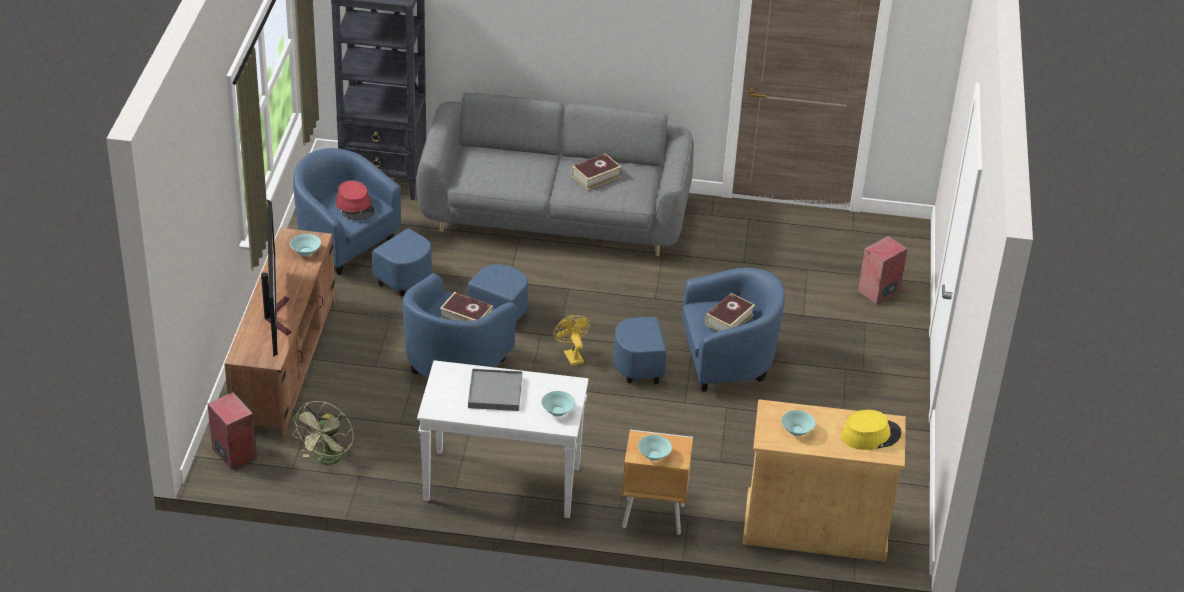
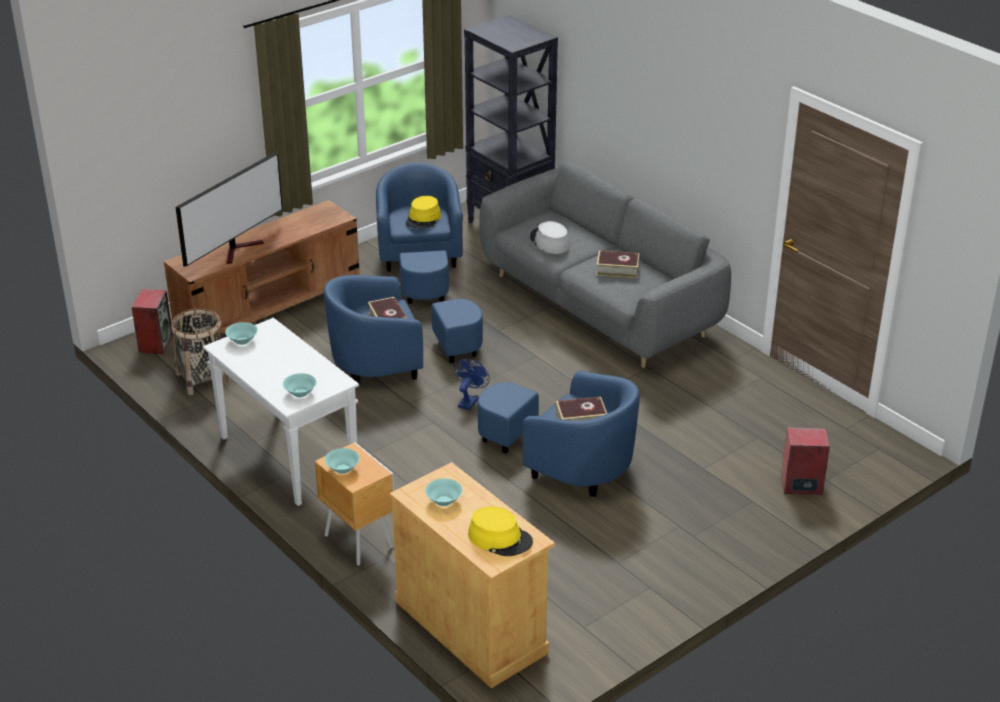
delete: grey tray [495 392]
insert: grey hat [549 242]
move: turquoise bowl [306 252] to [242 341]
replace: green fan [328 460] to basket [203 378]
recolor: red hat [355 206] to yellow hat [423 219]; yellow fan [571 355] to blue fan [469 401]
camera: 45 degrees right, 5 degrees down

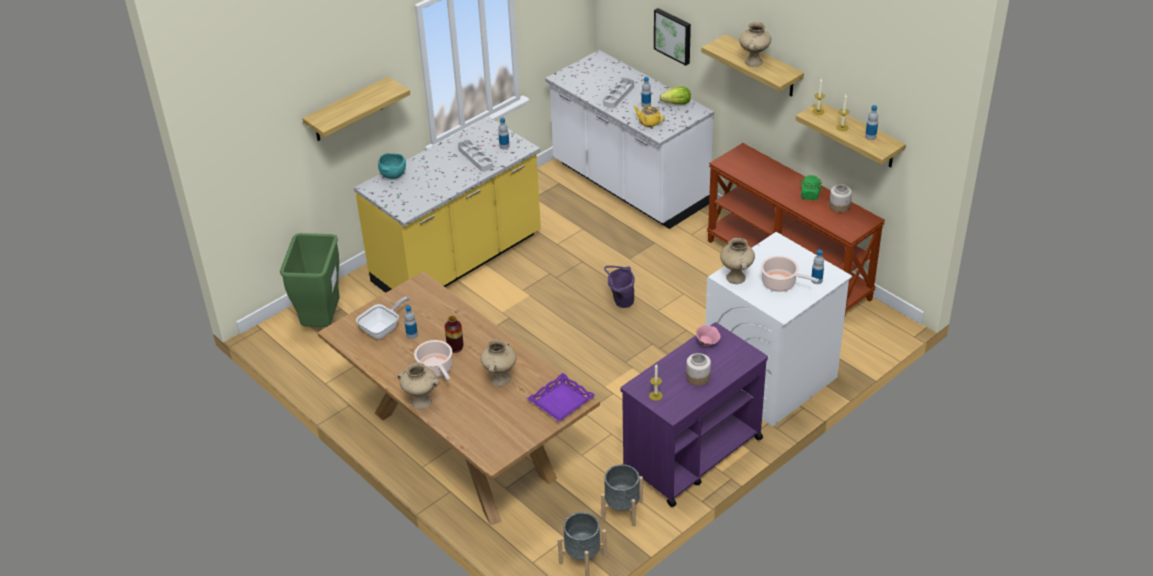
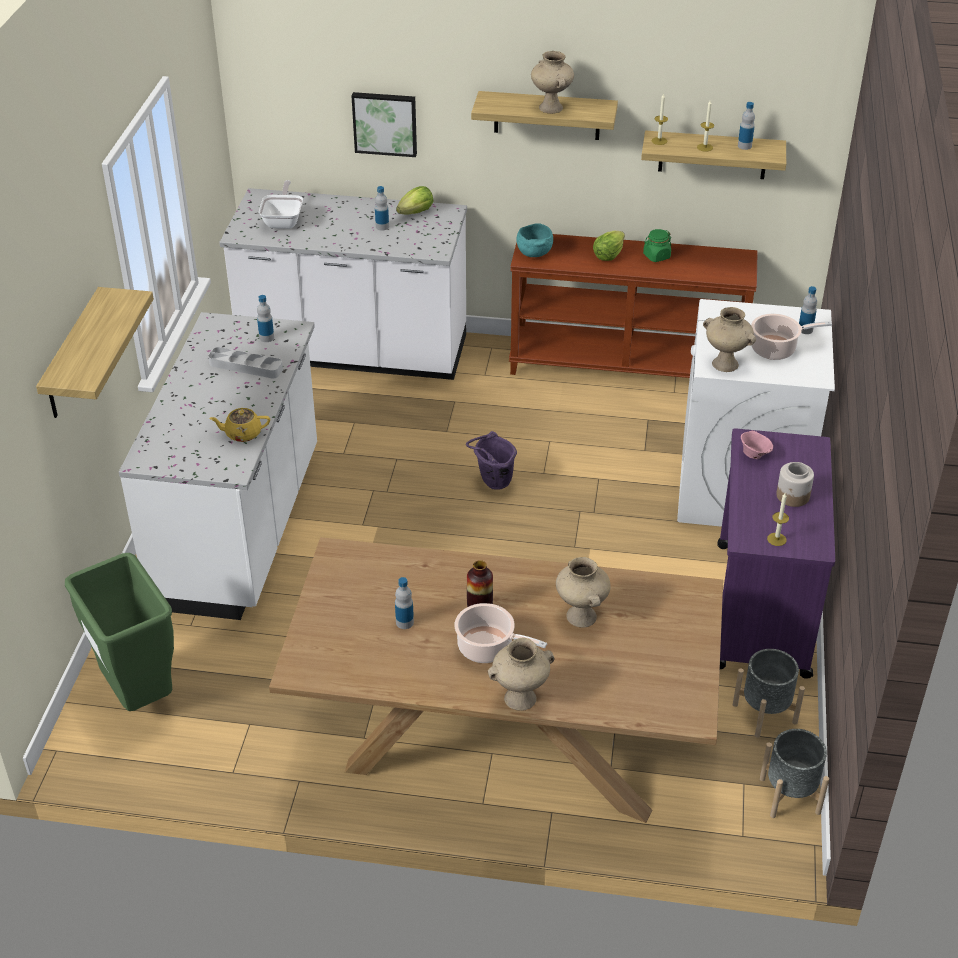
delete: purple tray [561 401]; grey tray [619 95]; jar [839 206]
insert: lettuce [608 255]
move: yellow teapot [649 122] to [242 434]; frying pan [383 329] to [284 220]; turquoise bowl [393 175] to [534 253]
recolor: yellow counter [458 261] to white counter [241 529]
camera: 40 degrees left, 0 degrees up

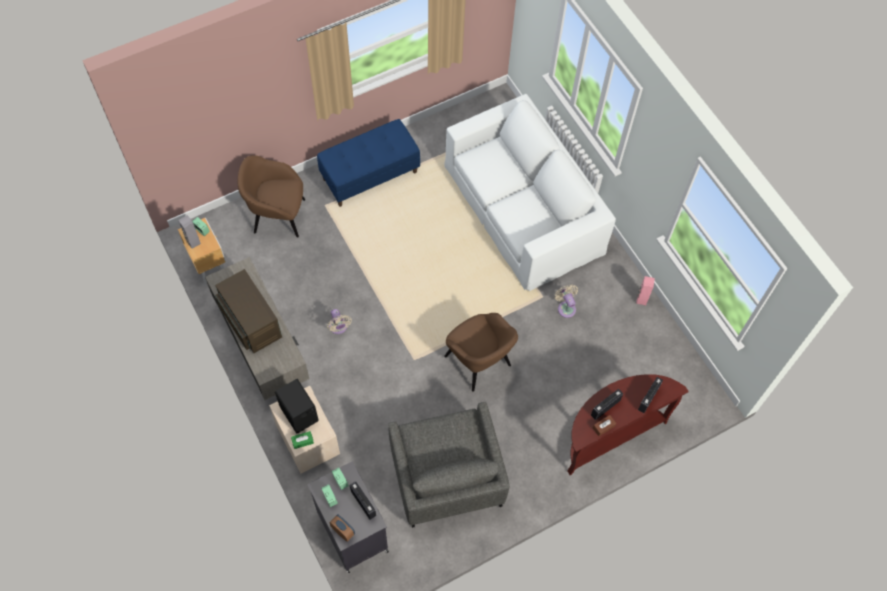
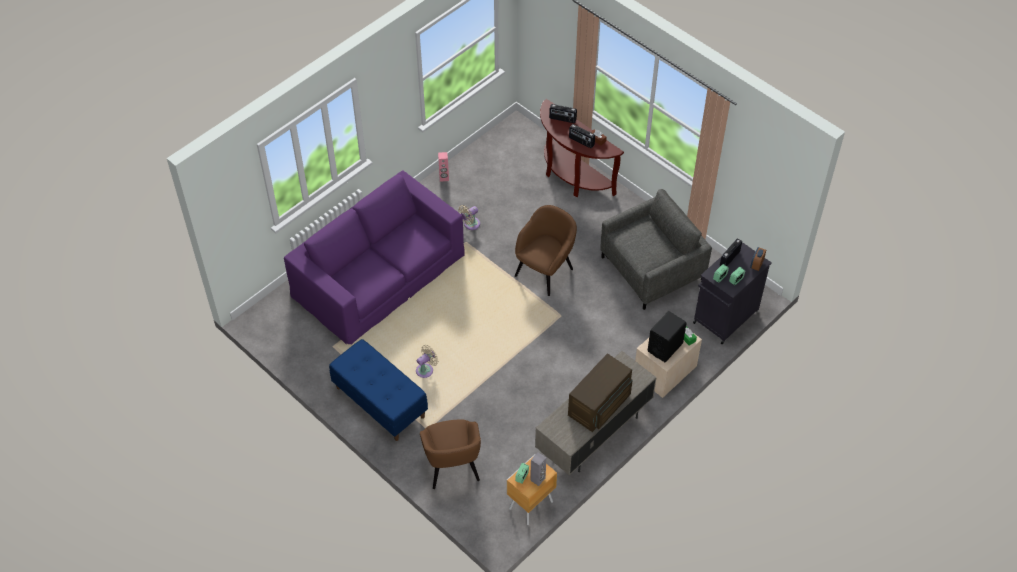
move: beige fan [338 328] to [426 369]
recolor: white sofa [524 208] to purple sofa [378 274]
camera: 105 degrees left, 10 degrees down

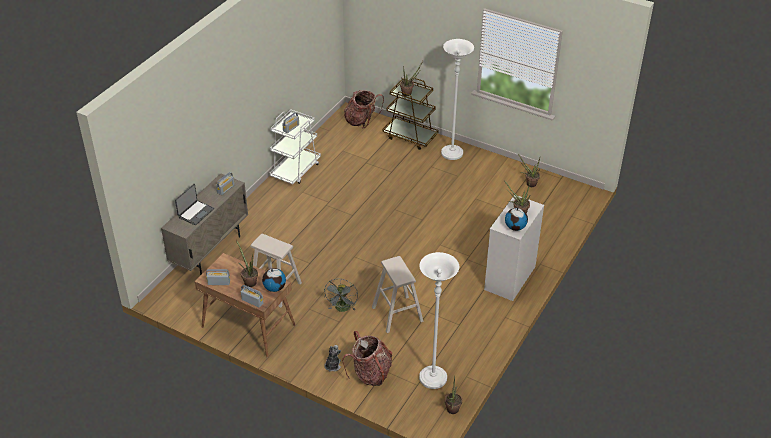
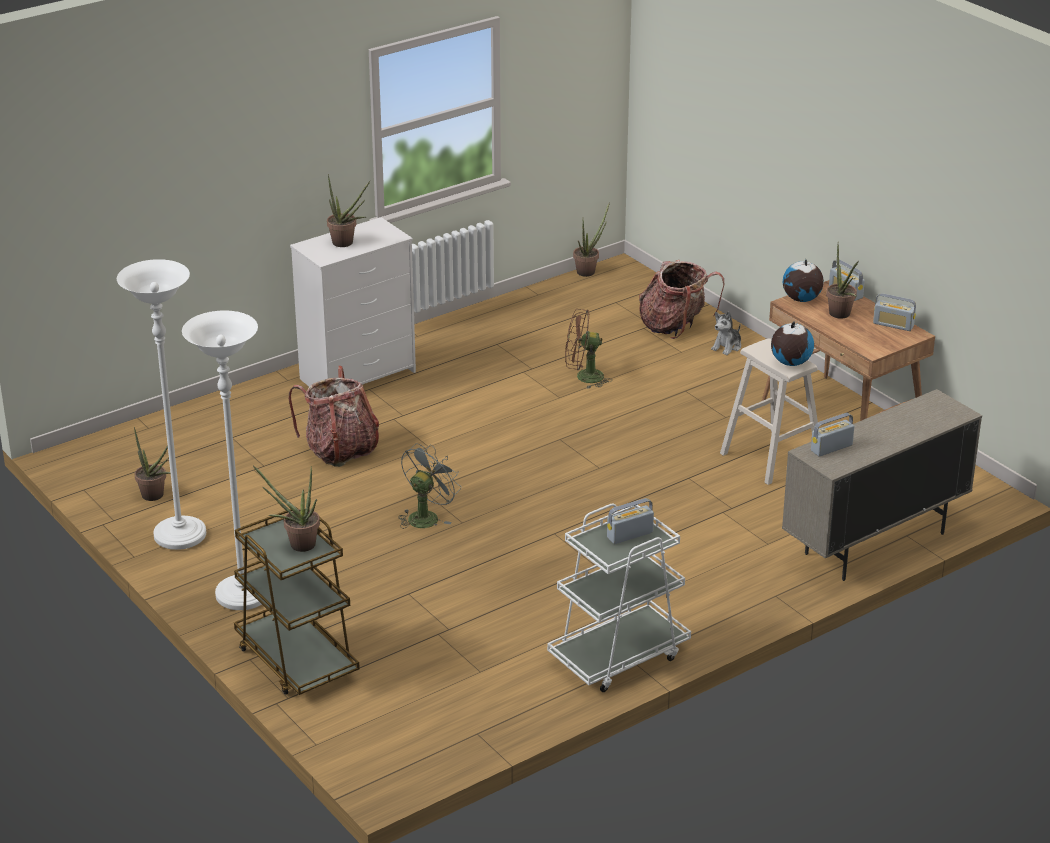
delete: laptop [195 213]
move: white floor lamp [433 378] to [180 536]; backpack [362 121] to [340 450]; grey fan [342 309] to [426 516]; globe [515 227] to [790 363]
replace: beige stool [397 314] to brown fan [583 377]
camera: 155 degrees left, 10 degrees down

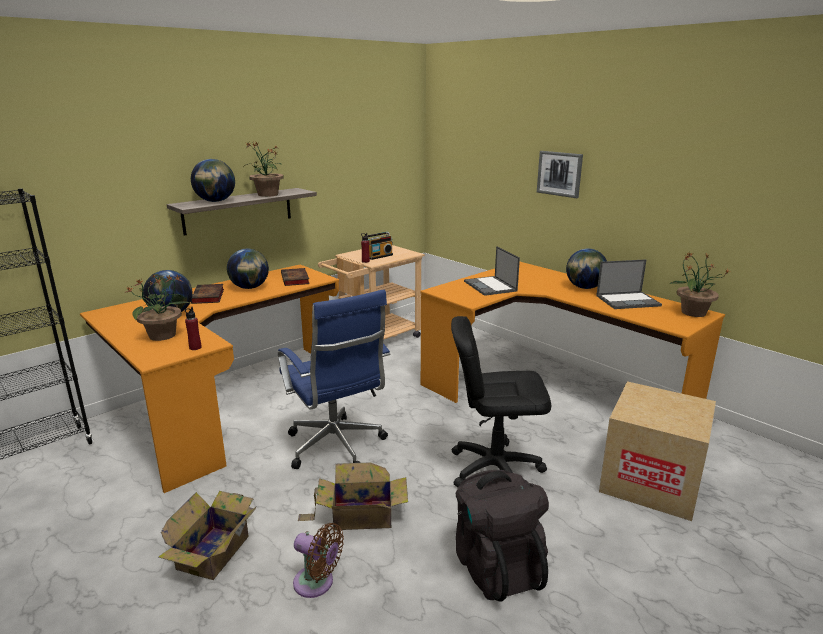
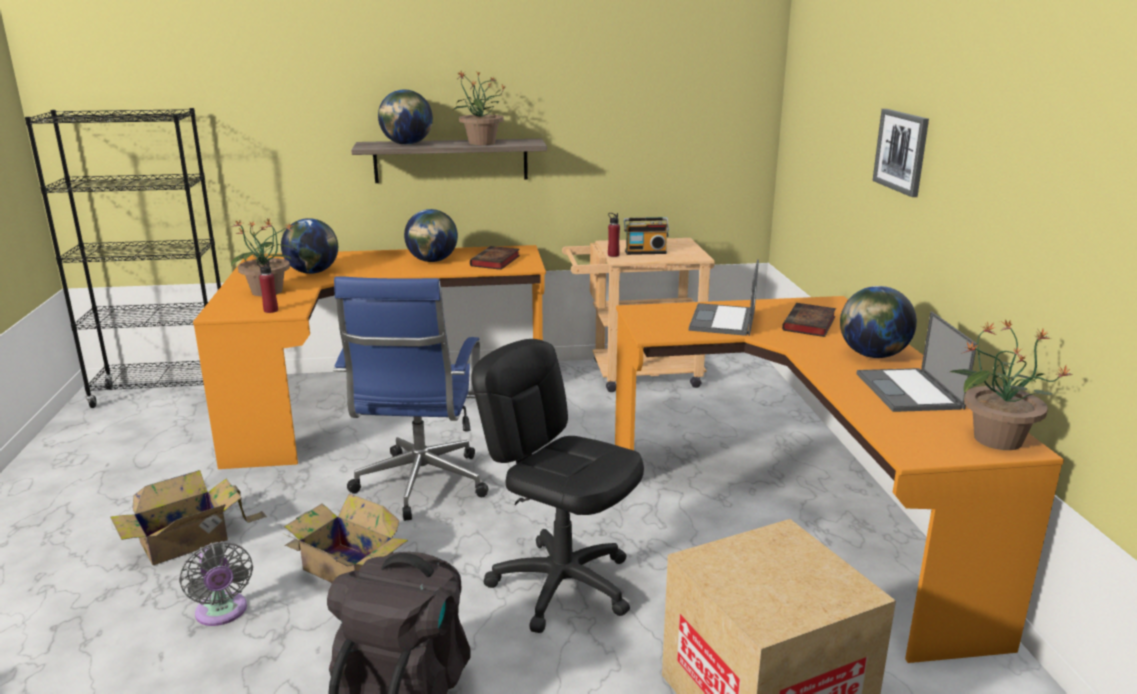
move: book [208 297] to [809 324]
recolor: brown fan [317 583] to grey fan [222 613]
rotate: laptop [628 301] = [909 391] 60 degrees clockwise
camera: 35 degrees right, 0 degrees up

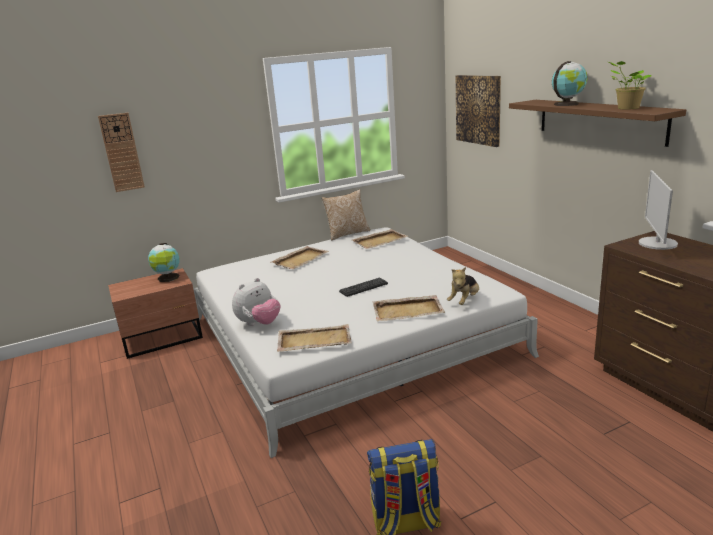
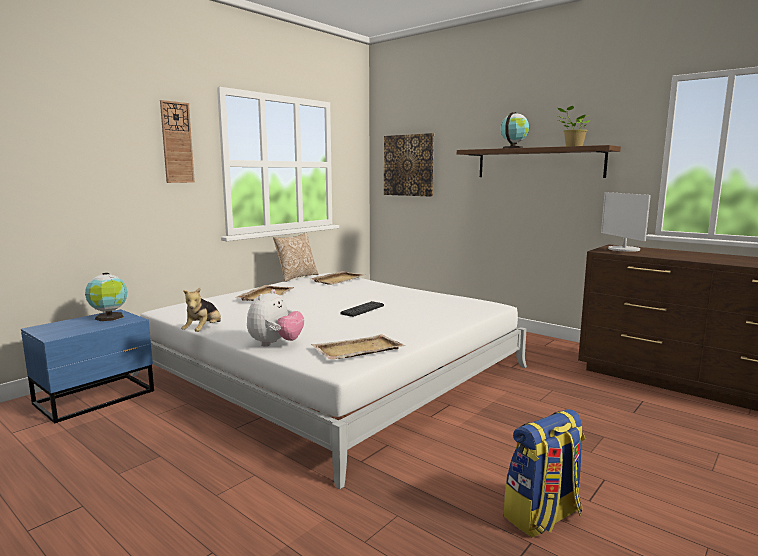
delete: beige tray [408 310]
move: wall clock [121 152] to [177 142]; plush toy [464 301] to [204 331]
recolor: brown nightstand [163 338] to blue nightstand [97 397]
camera: 25 degrees left, 10 degrees down

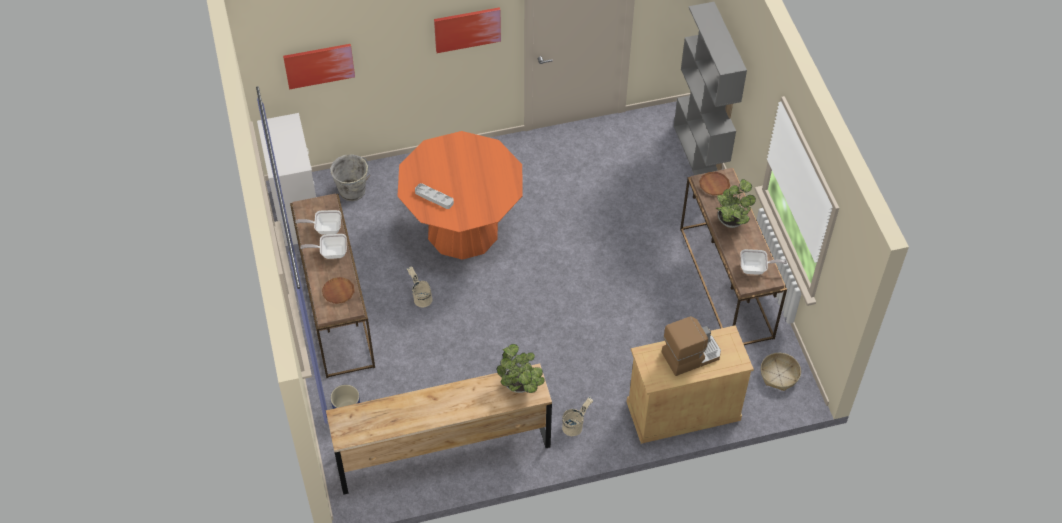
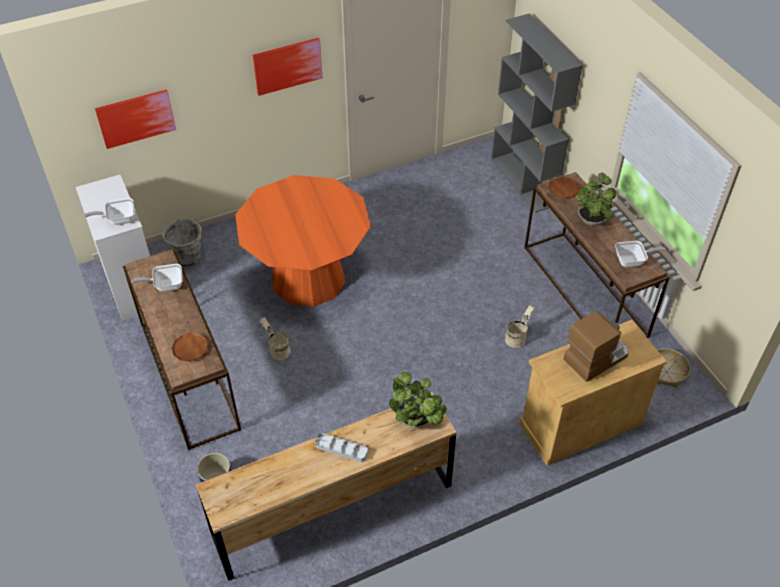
move: frying pan [330 252] to [118 219]; grey tray [434 197] to [341 449]; beige bucket [575 425] to [517 338]
camera: 10 degrees left, 5 degrees down

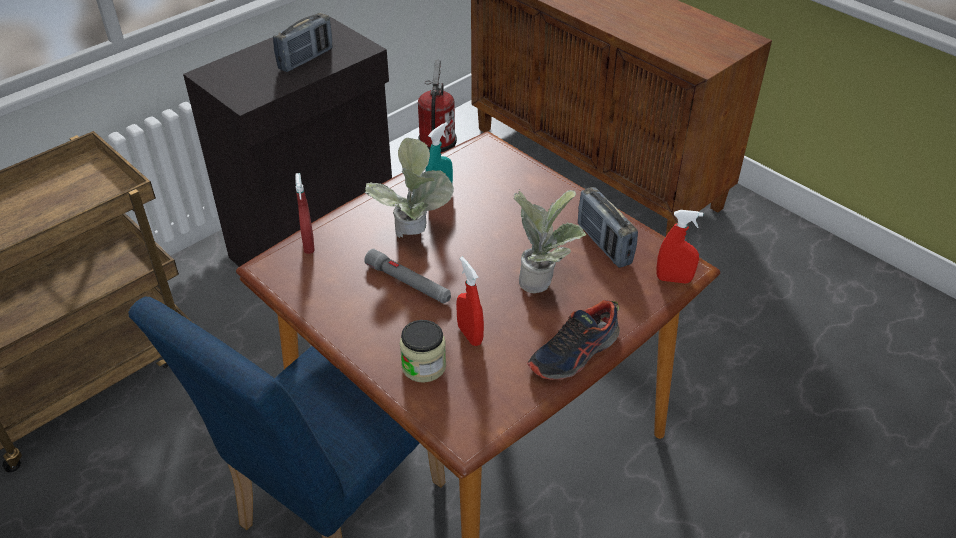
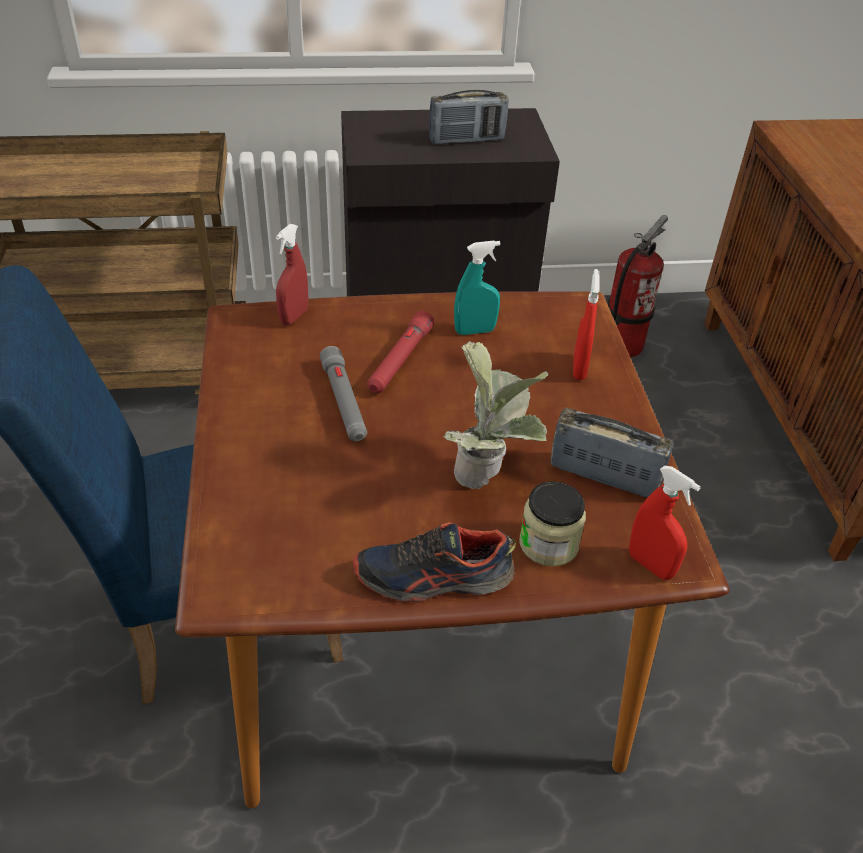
move: jar [424 366] to [548 544]; red spray bottle [470 335] to [579 368]
replace: potted plant [414 237] to red flashlight [400 360]
rotate: radio [604 244] = [604 476] 105 degrees clockwise
camera: 35 degrees right, 0 degrees up

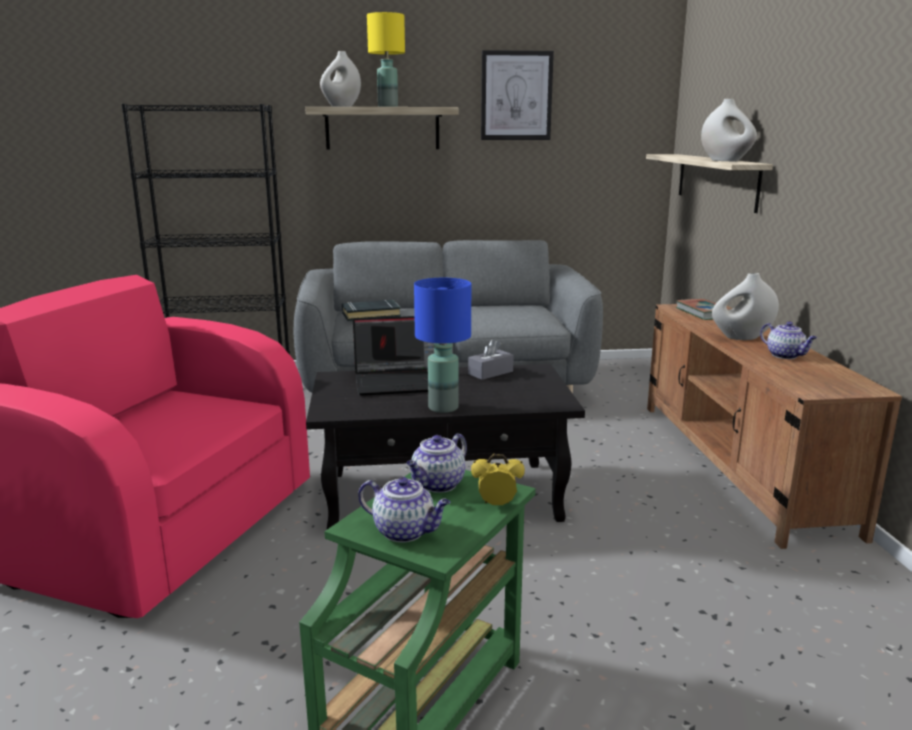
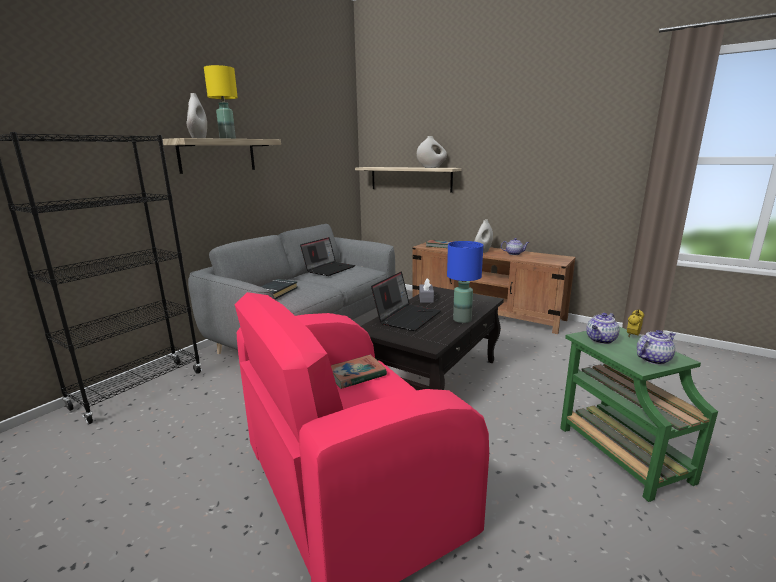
delete: picture [516 96]
insert: laptop [329 269]; book [356 375]
rotate: teapot [437 485] = [601 340] 60 degrees clockwise
camera: 50 degrees left, 0 degrees up

